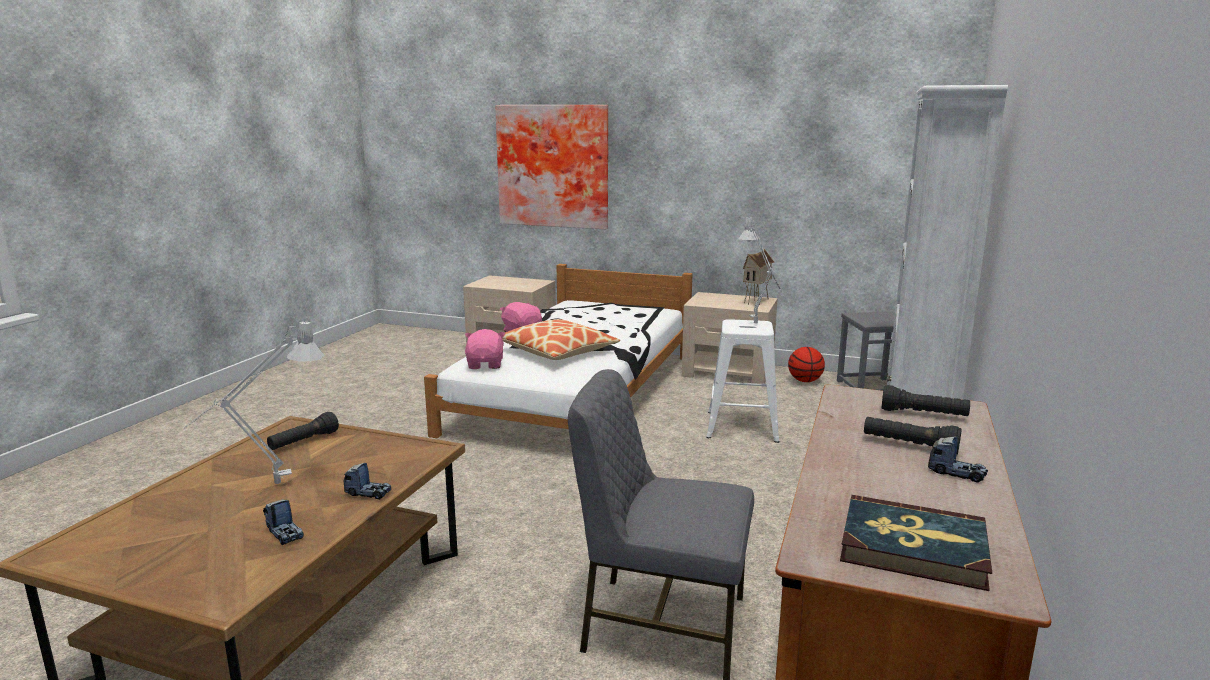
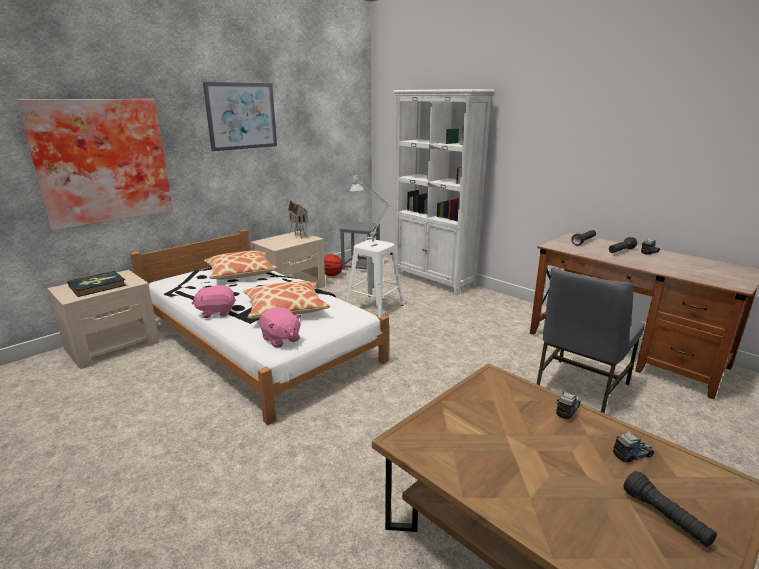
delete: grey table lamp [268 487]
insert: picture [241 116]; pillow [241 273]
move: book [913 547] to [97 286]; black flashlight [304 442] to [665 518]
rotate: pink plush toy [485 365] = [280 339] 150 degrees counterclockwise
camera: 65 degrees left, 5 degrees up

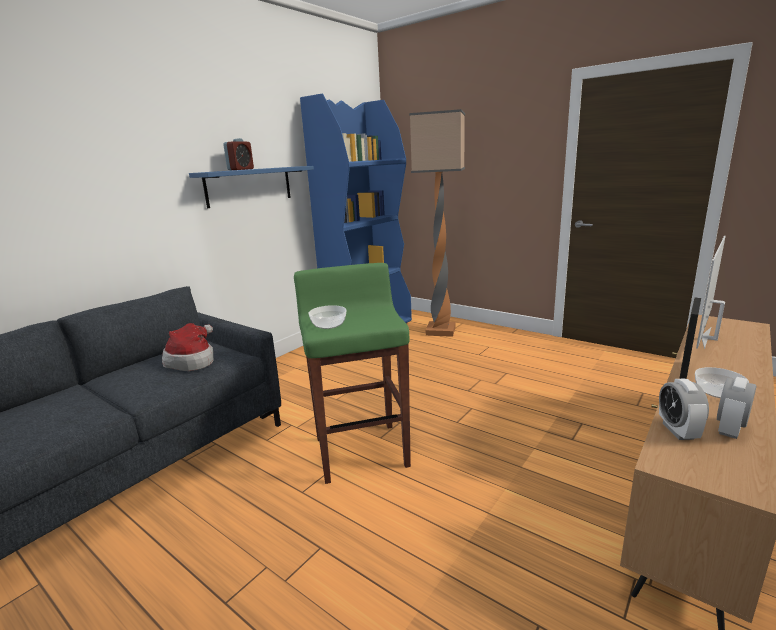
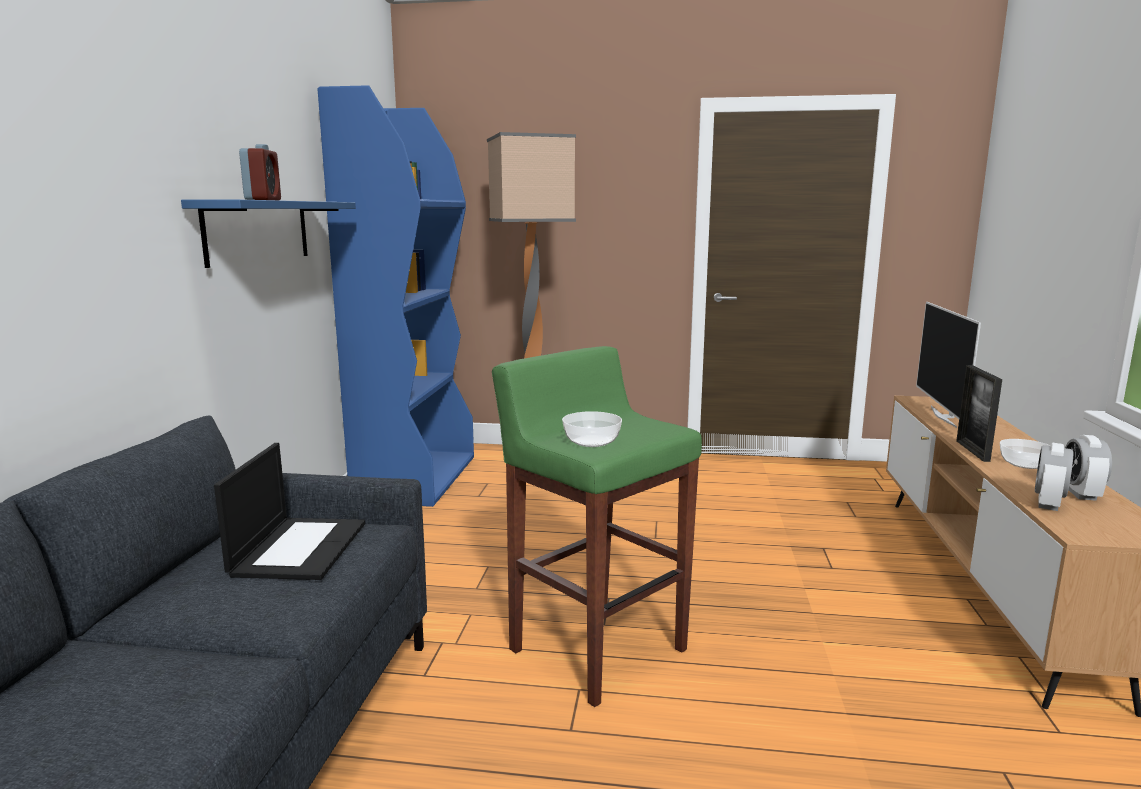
replace: hat [193 360] to laptop [299 548]
rotate: alarm clock [677 431] = [1048 504] 60 degrees clockwise
camera: 30 degrees left, 5 degrees down

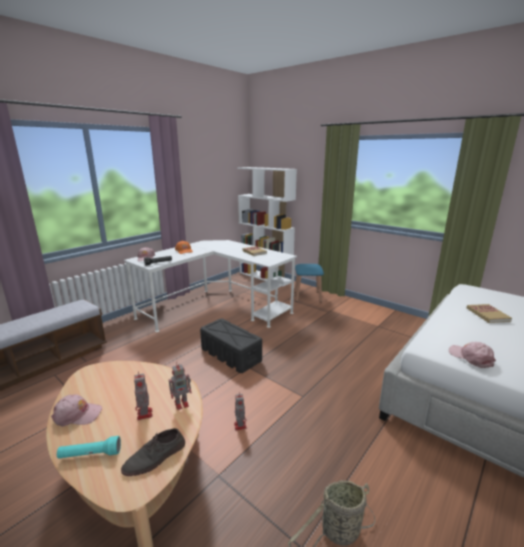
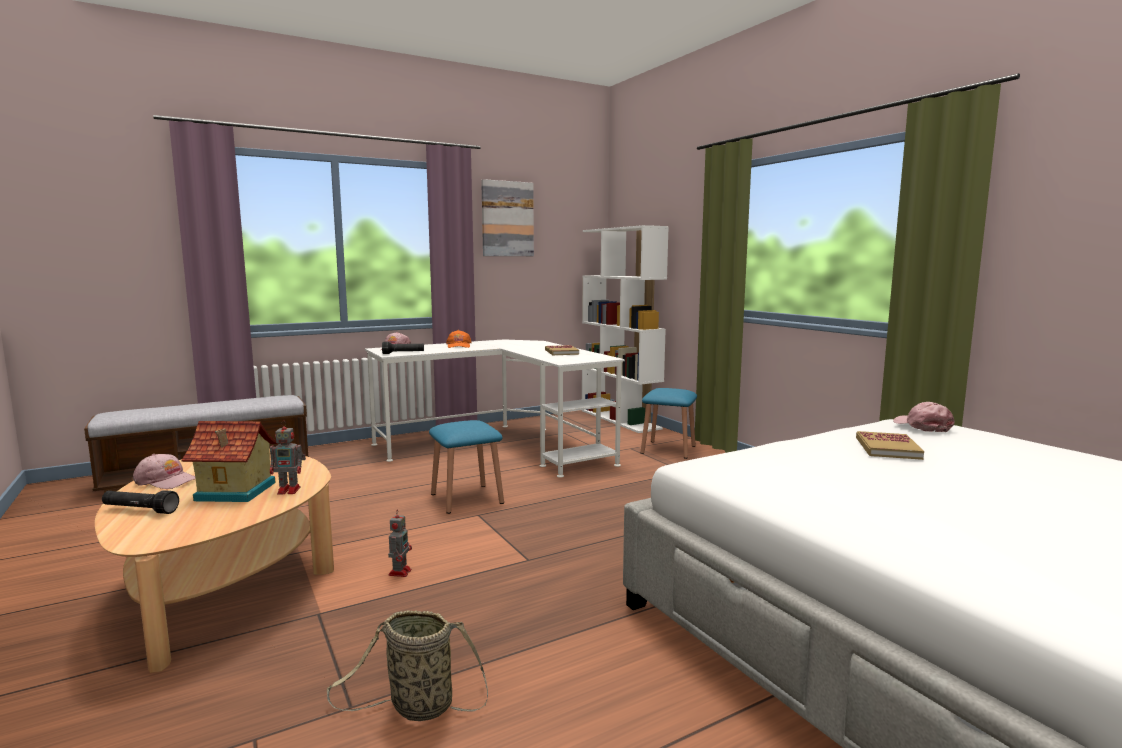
delete: grey shoe [155 457]
insert: picture [507 219]
move: pink cap [471 357] to [922 426]
replace: toy robot [144 415] to toy house [235 492]; black storage box [230 354] to blue stool [466 498]
recolor: turquoise flashlight [90 455] to black flashlight [140 510]
camera: 20 degrees right, 10 degrees down

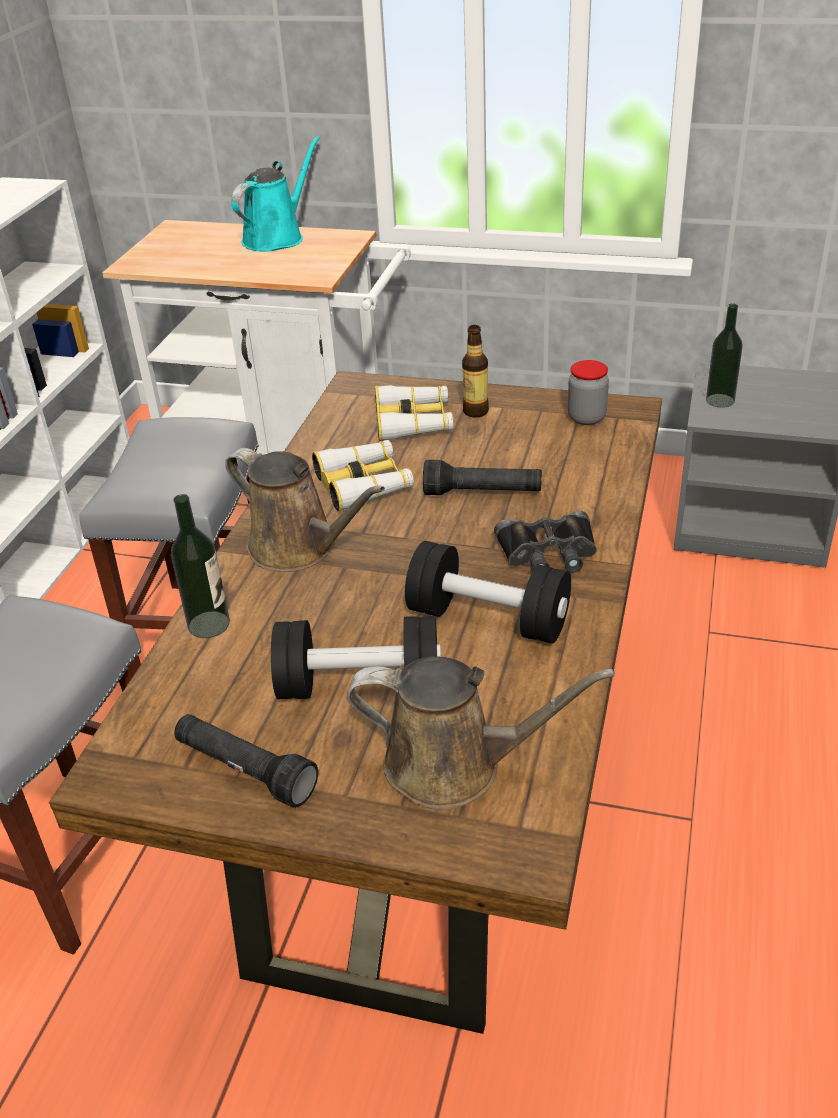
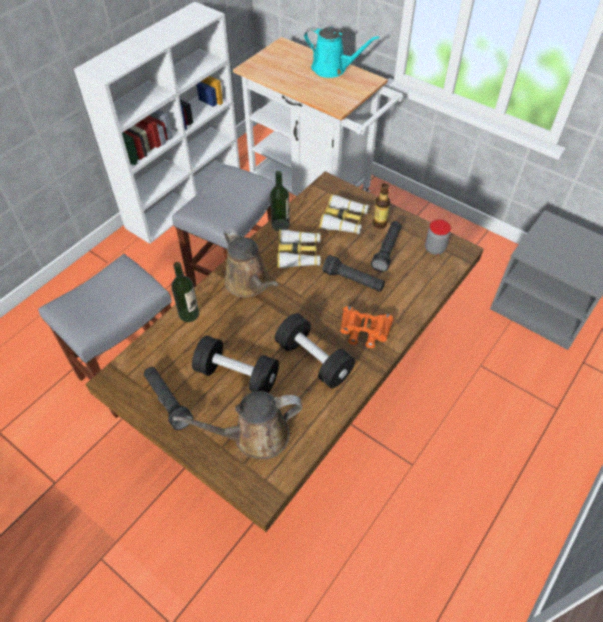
insert: black flashlight [387 250]
move: bottle [720 400] to [280 225]
recolor: black binoculars [548 552] to orange binoculars [364 331]
rotate: brown watering can [455 765] = [255 436] 135 degrees clockwise; turquoise watering can [277 237] = [332 69] 60 degrees clockwise
camera: 20 degrees right, 15 degrees up

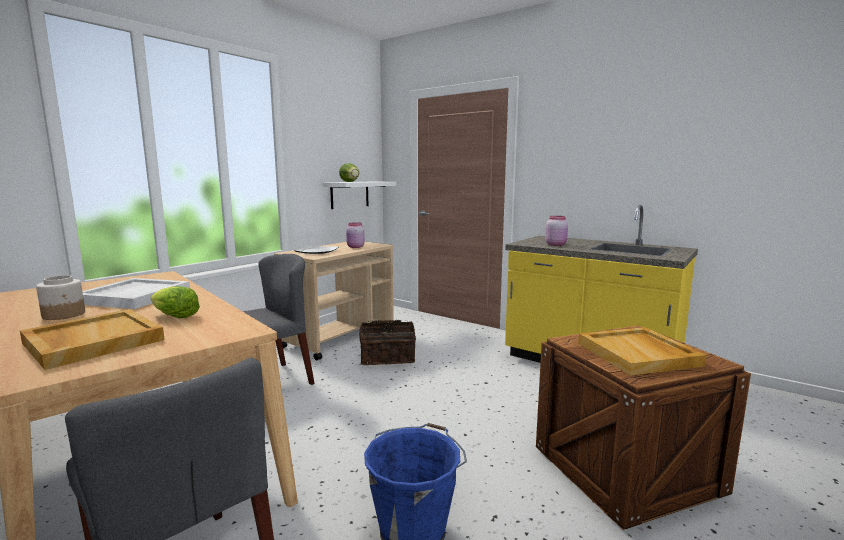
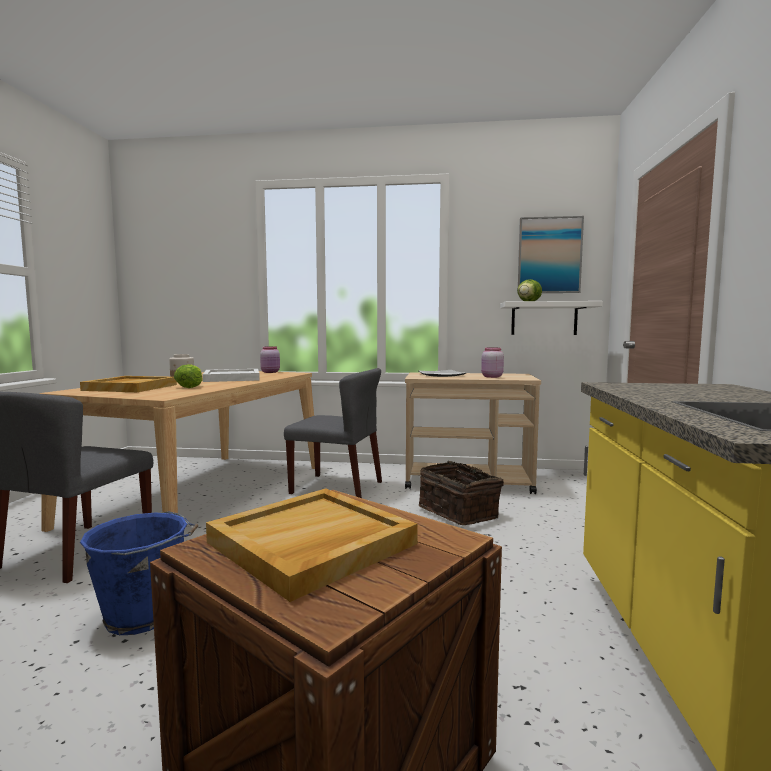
insert: picture [549 255]
move: pink jar [556 244] to [271 372]
camera: 60 degrees right, 5 degrees down

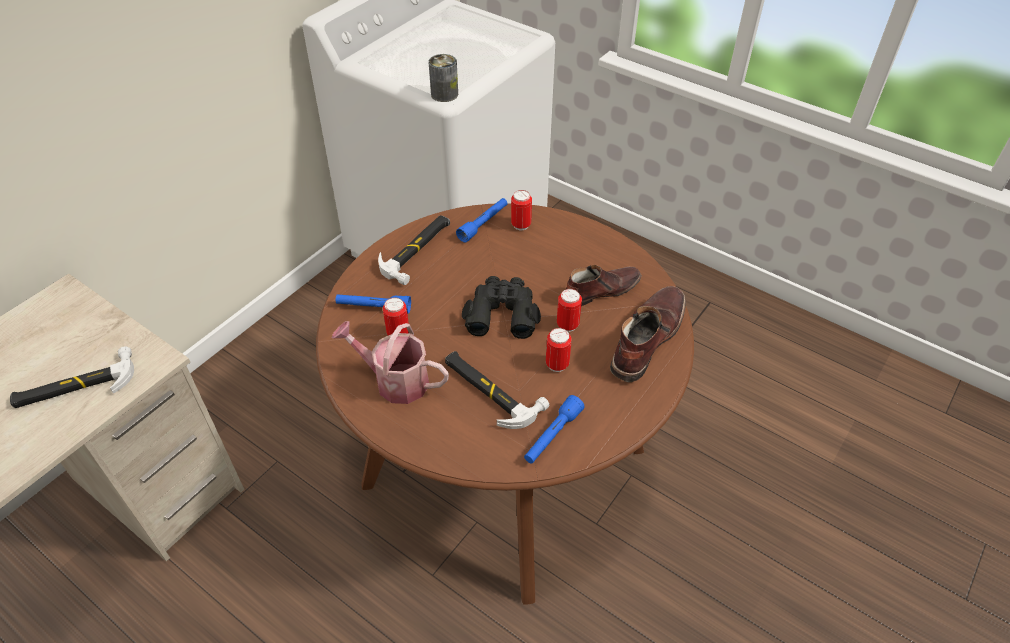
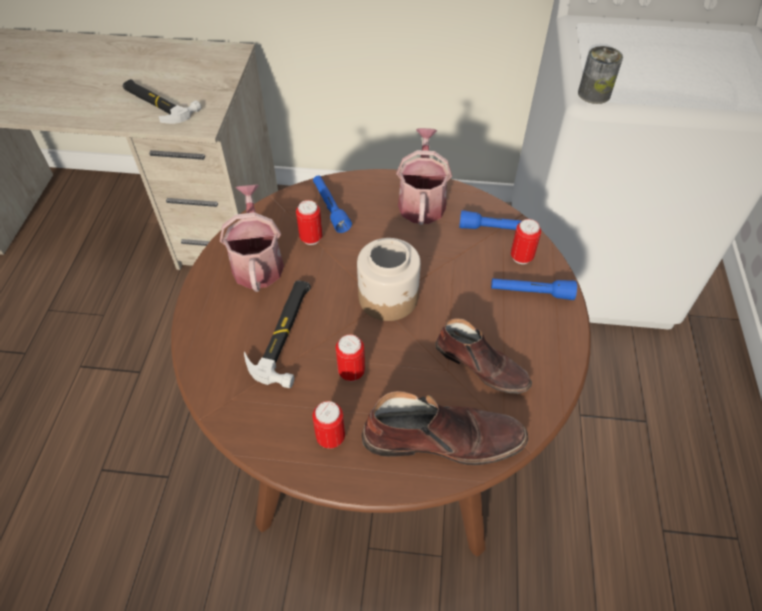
move: can [567 325] to [330 437]; blue flashlight [552 435] to [531 293]
replace: black binoculars [502 313] to jar [389 297]; hammer [417 250] to watering can [422 201]
camera: 60 degrees right, 5 degrees up

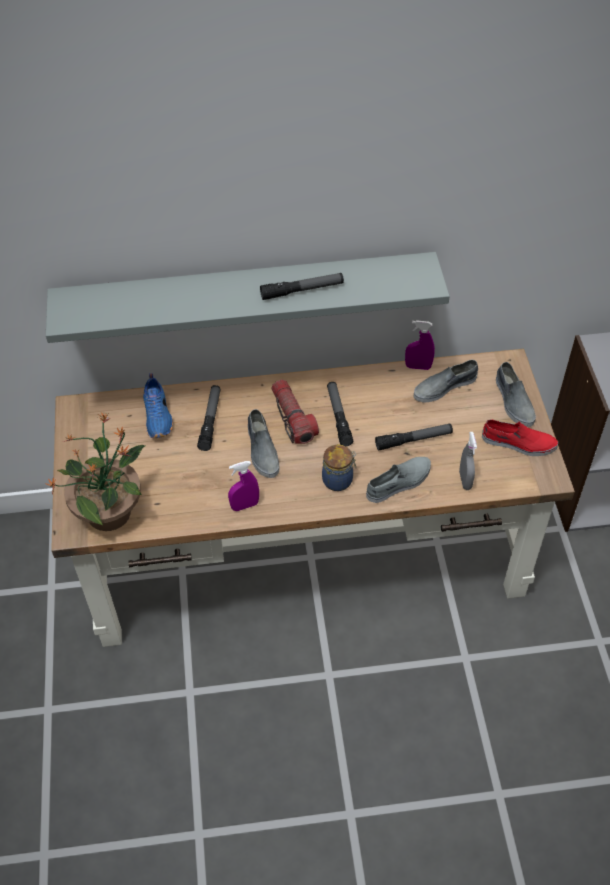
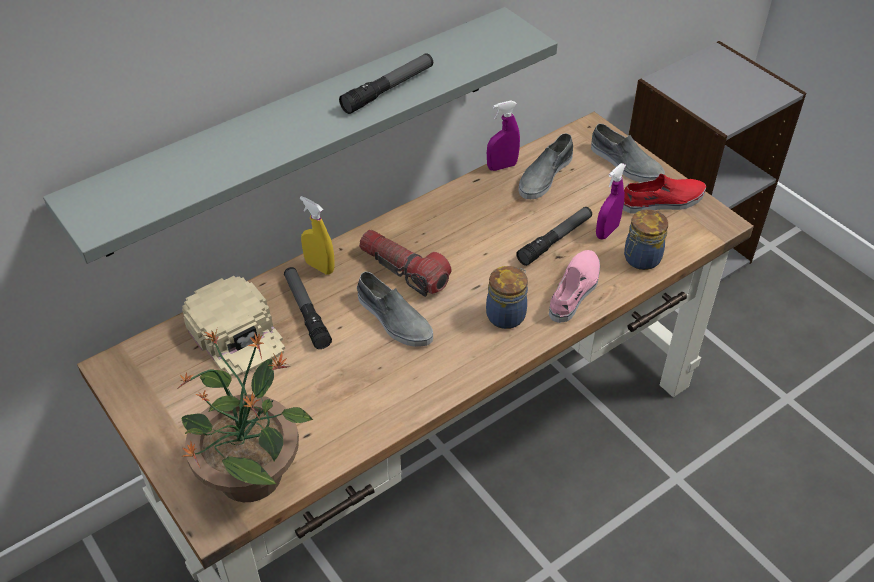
delete: flashlight [338 417]
insert: yellow spray bottle [319 267]
move: purple spray bottle [245 505] to [607 231]
replace: blue shoe [158 416] to beige cap [236 333]; grey spray bottle [465 480] to jar [640 259]
recolor: grey shoe [399 483] to pink shoe [575 290]
camera: 30 degrees left, 5 degrees down

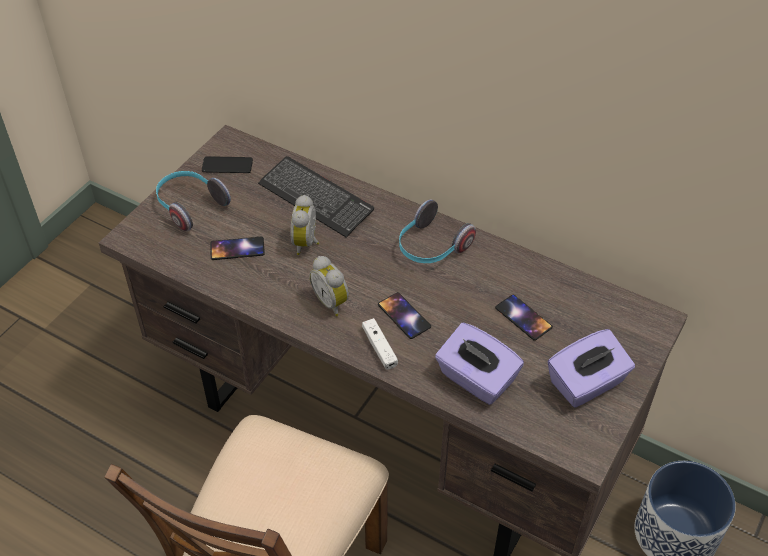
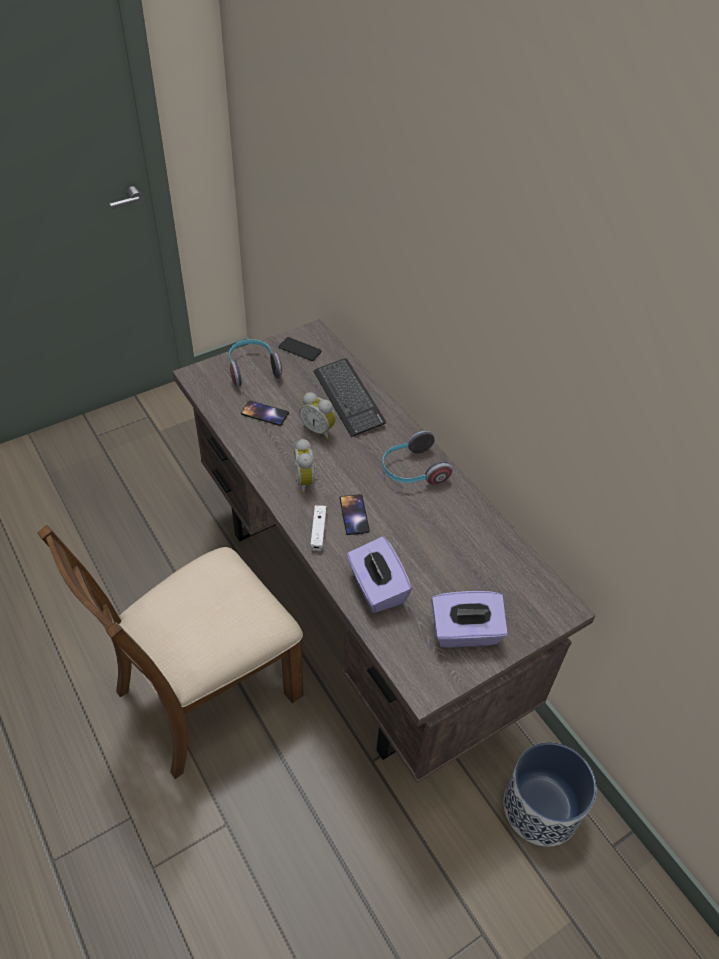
delete: phone [523 317]
rotate: alarm clock [307 243] = [319 430] 90 degrees counterclockwise
camera: 25 degrees right, 0 degrees up

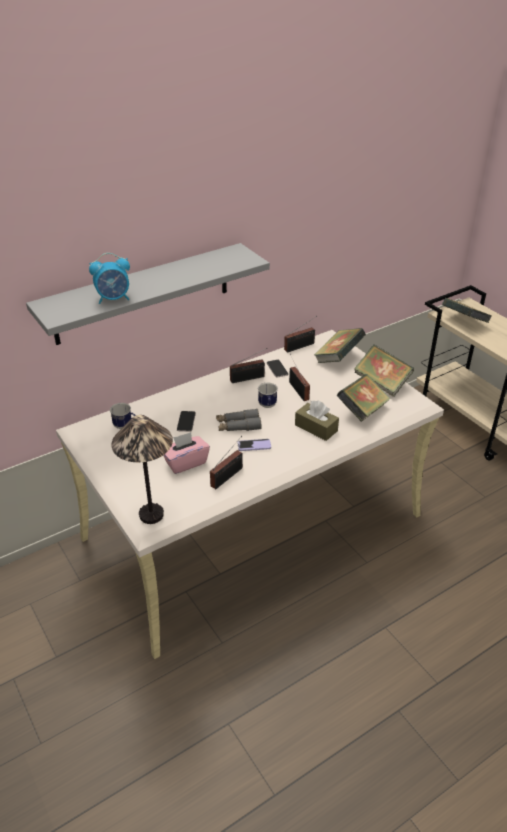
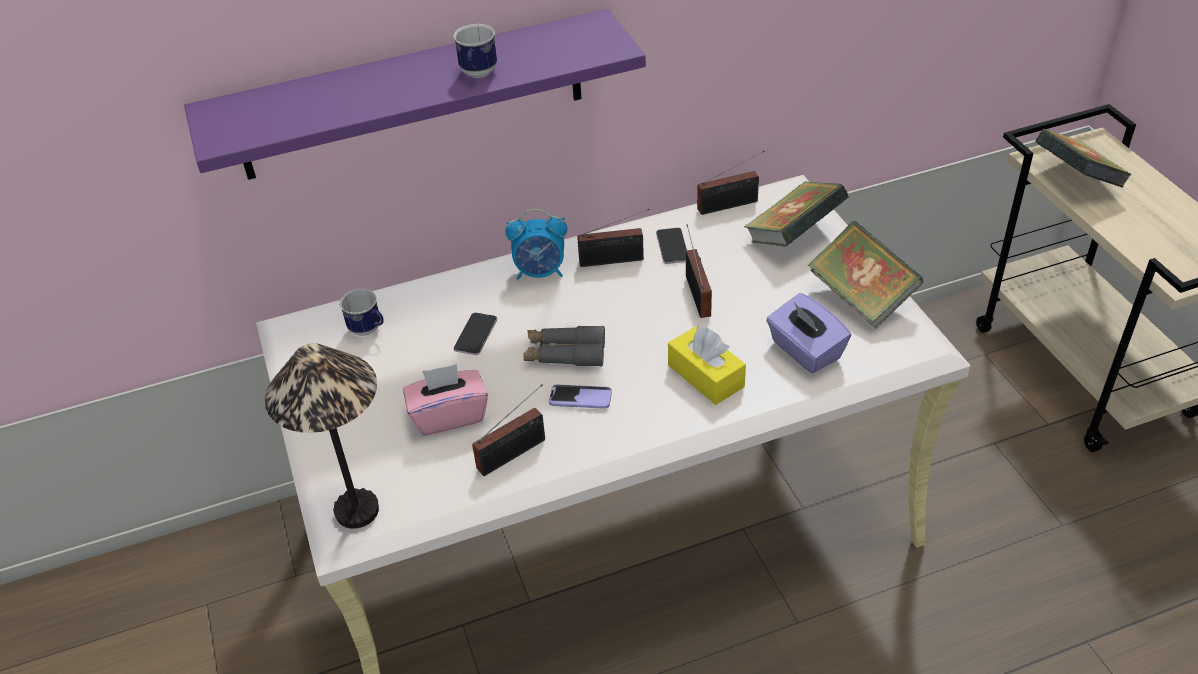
move: mug [267 406] to [478 75]; alarm clock [114 299] to [540 272]
replace: book [362 411] to purple tissue box [805 351]
recolor: grey shelf [143 294] to purple shelf [412 96]; brown tissue box [316 428] to yellow tissue box [705 376]
camera: 15 degrees right, 5 degrees up

